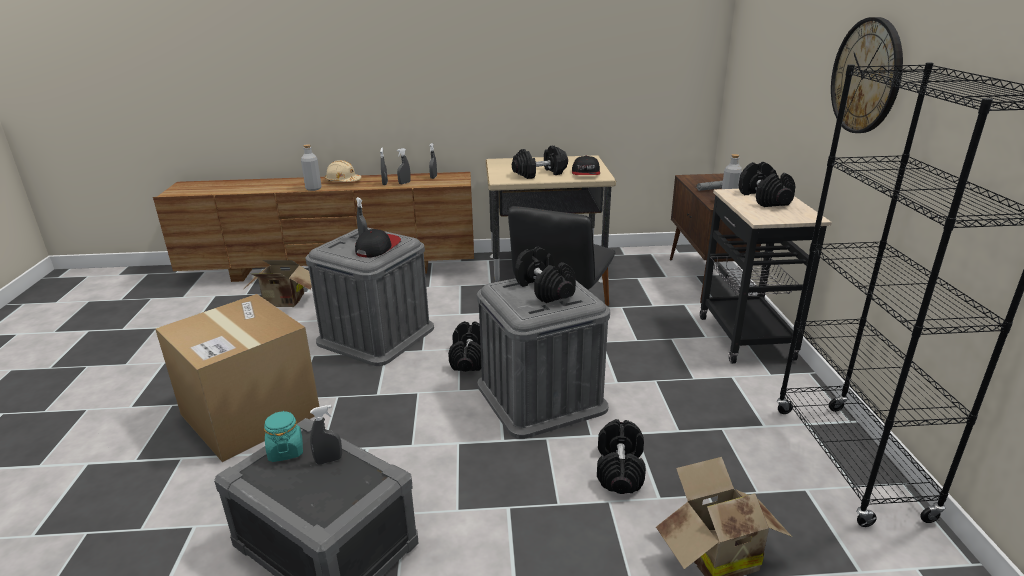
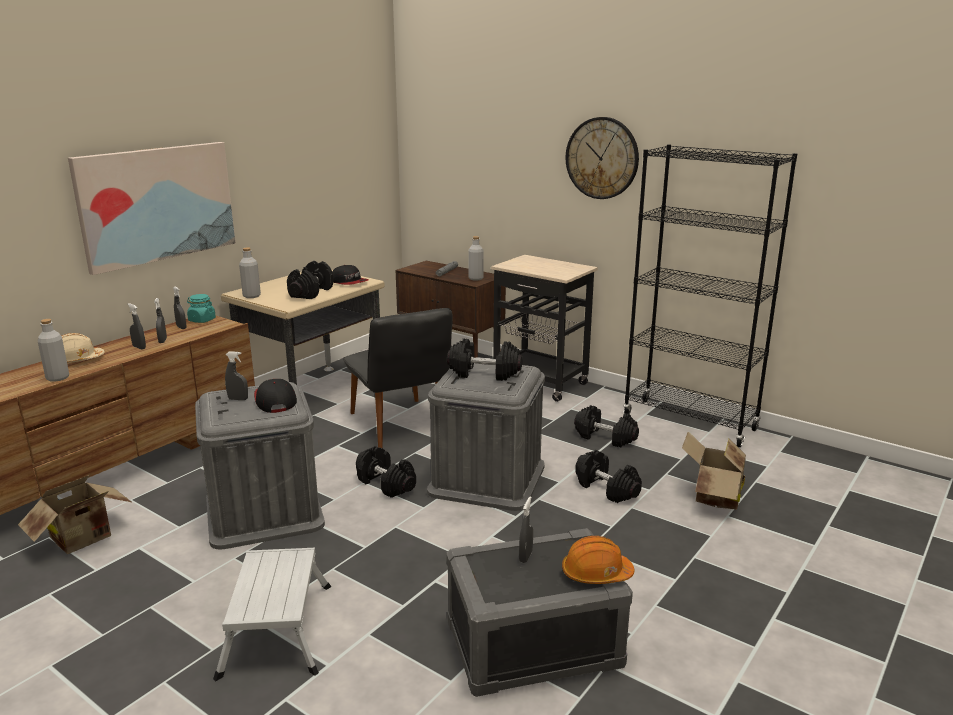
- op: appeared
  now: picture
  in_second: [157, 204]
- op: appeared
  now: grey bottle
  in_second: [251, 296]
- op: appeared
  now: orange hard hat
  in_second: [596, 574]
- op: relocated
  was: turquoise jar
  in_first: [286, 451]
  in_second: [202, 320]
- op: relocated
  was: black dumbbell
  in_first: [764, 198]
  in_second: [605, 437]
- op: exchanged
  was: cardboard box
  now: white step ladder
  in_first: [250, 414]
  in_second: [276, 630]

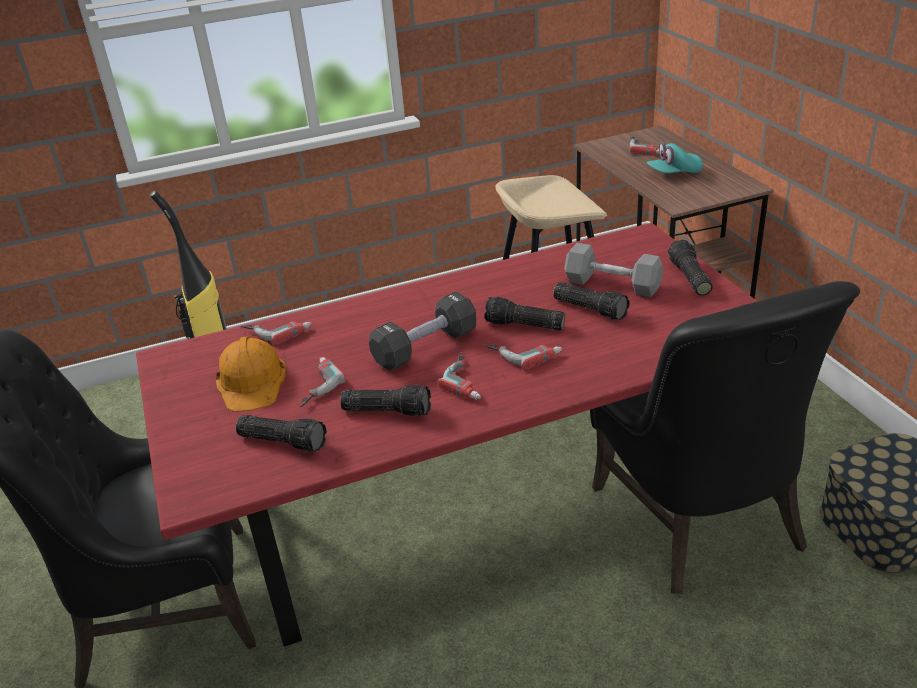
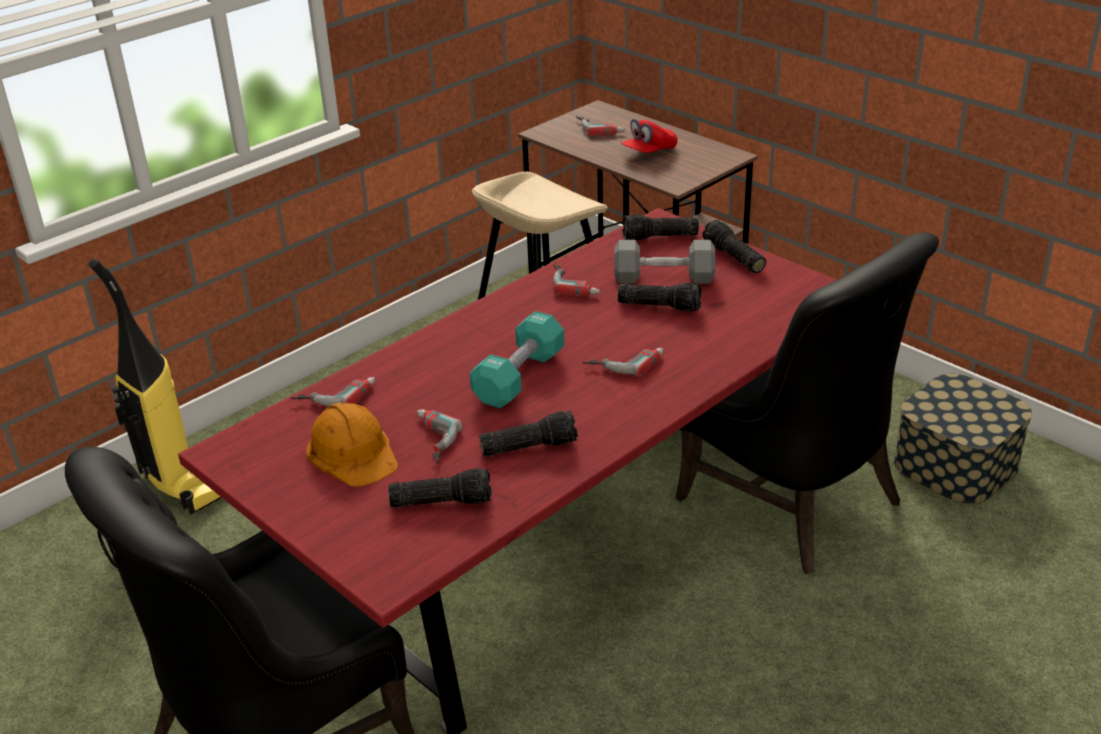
- op: relocated
  was: power drill
  in_first: [469, 380]
  in_second: [576, 283]
- op: relocated
  was: flashlight
  in_first: [524, 326]
  in_second: [659, 237]
- op: colour
  was: black dumbbell
  now: turquoise dumbbell
  in_first: [425, 347]
  in_second: [519, 377]
- op: colour
  was: turquoise cap
  now: red cap
  in_first: [674, 173]
  in_second: [649, 152]

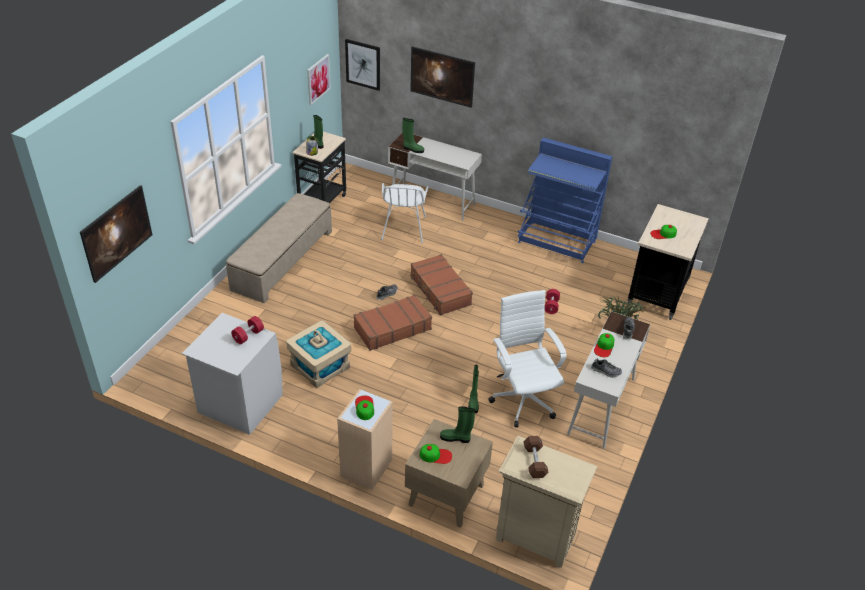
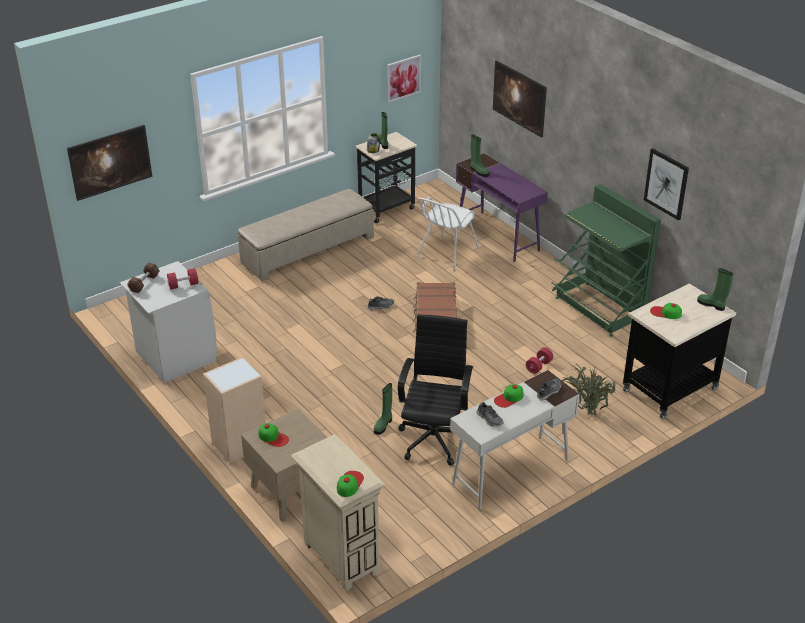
- op: missing
  was: beige storage box
  in_first: [319, 366]
- op: missing
  was: brown suitcase
  in_first: [392, 328]
- op: relocated
  was: picture
  in_first: [363, 64]
  in_second: [666, 183]
- op: relocated
  was: cap
  in_first: [364, 407]
  in_second: [349, 483]
- op: relocated
  was: green boot
  in_first: [456, 438]
  in_second: [712, 305]
- op: relocated
  was: brown dumbbell
  in_first: [534, 462]
  in_second: [144, 283]
- op: colour
  was: white desk
  now: purple desk
  in_first: [433, 201]
  in_second: [498, 236]
- op: colour
  was: white office chair
  now: black office chair
  in_first: [522, 399]
  in_second: [434, 438]
- op: colour
  was: blue shoe rack
  now: green shoe rack
  in_first: [555, 243]
  in_second: [596, 310]

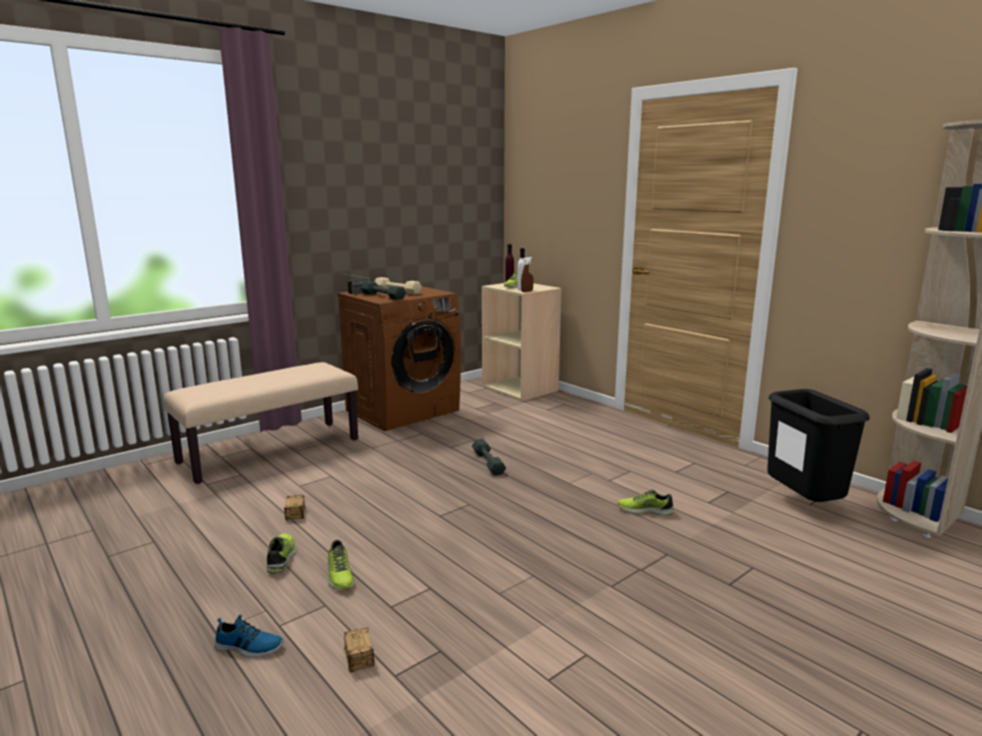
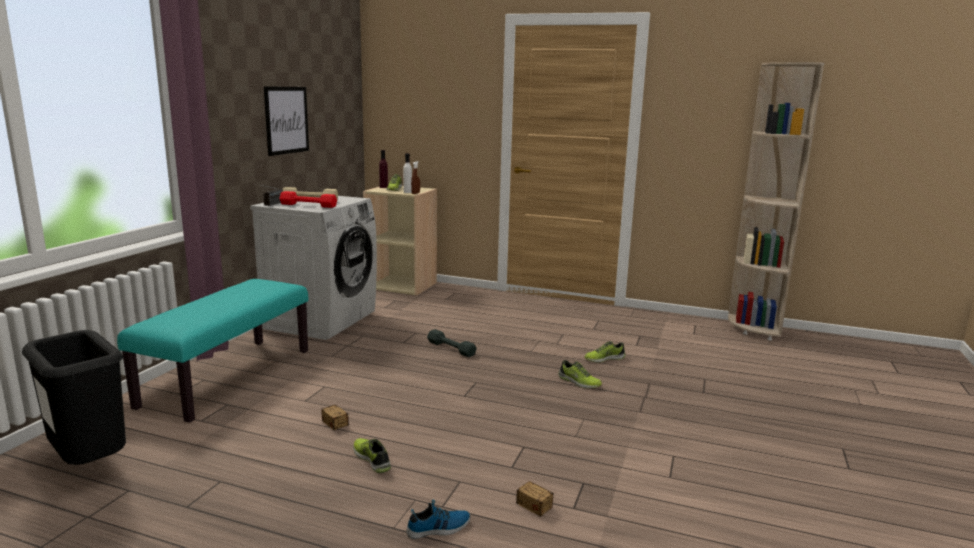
- op: appeared
  now: picture
  in_second: [286, 120]
- op: relocated
  was: shoe
  in_first: [339, 575]
  in_second: [578, 382]
- op: relocated
  was: black trash can
  in_first: [801, 505]
  in_second: [88, 466]
- op: colour
  was: beige bench
  now: turquoise bench
  in_first: [270, 450]
  in_second: [228, 377]
- op: colour
  was: brown washing machine
  now: white washing machine
  in_first: [403, 413]
  in_second: [321, 322]
- op: colour
  was: grey dumbbell
  now: red dumbbell
  in_first: [383, 296]
  in_second: [308, 205]

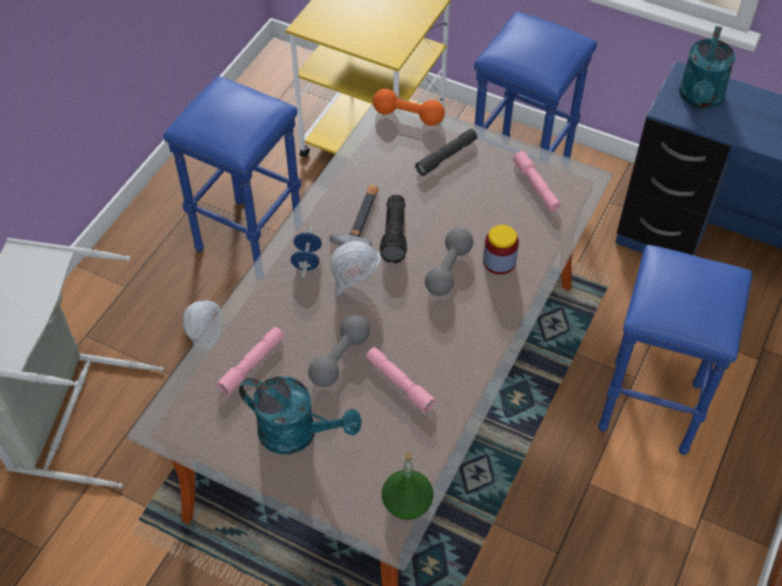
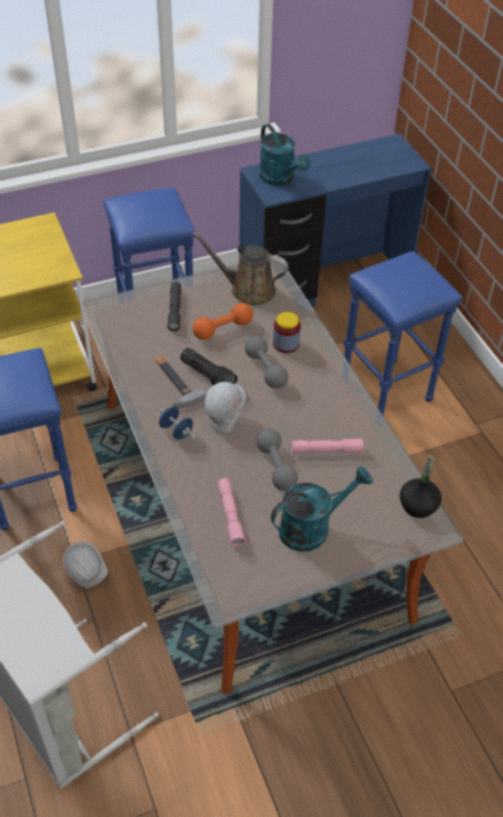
- op: relocated
  was: orange dumbbell
  in_first: [408, 116]
  in_second: [223, 329]
- op: exchanged
  was: pink flashlight
  now: brown watering can
  in_first: [536, 186]
  in_second: [248, 289]
- op: colour
  was: green bottle
  now: black bottle
  in_first: [407, 502]
  in_second: [418, 505]

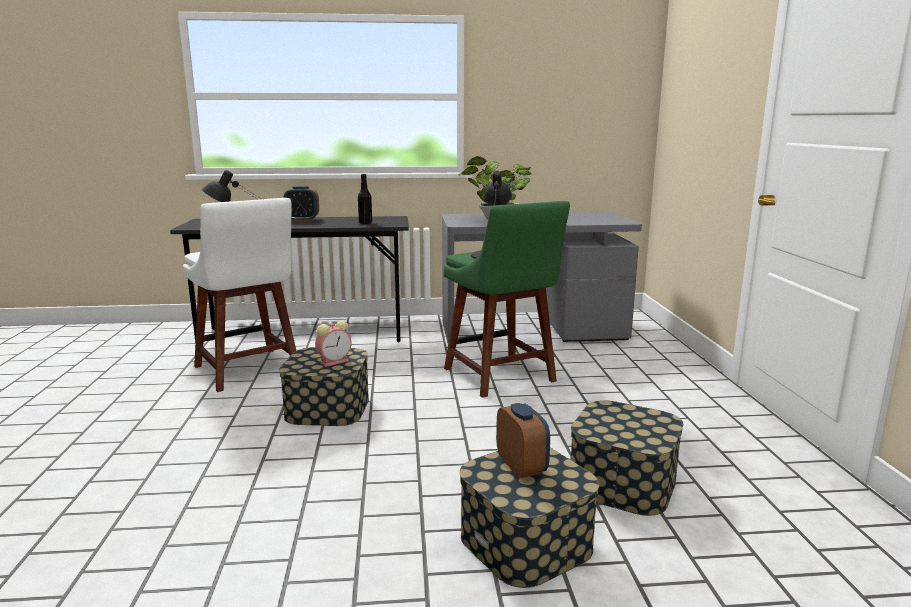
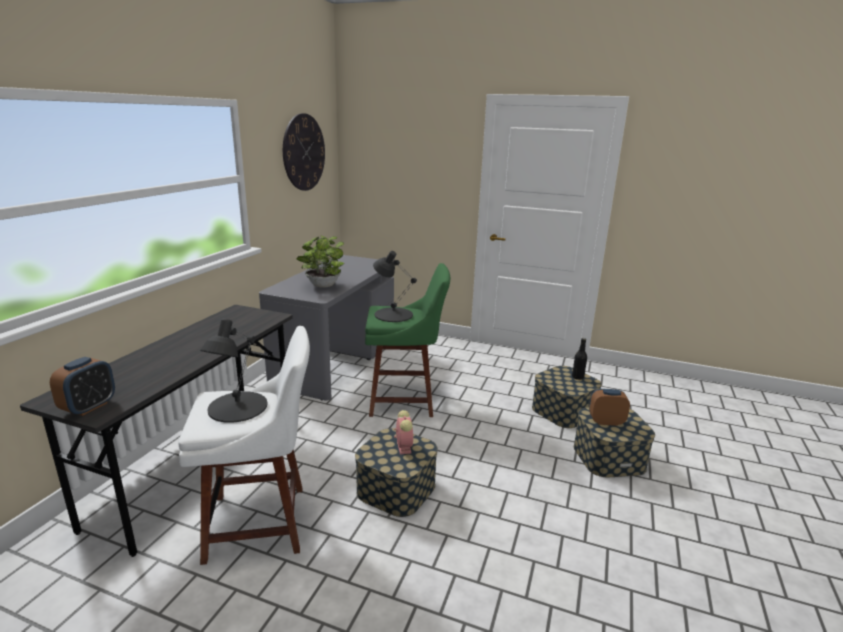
- op: appeared
  now: wall clock
  in_second: [304, 152]
- op: relocated
  was: alarm clock
  in_first: [302, 220]
  in_second: [89, 407]
- op: relocated
  was: black bottle
  in_first: [365, 223]
  in_second: [577, 377]

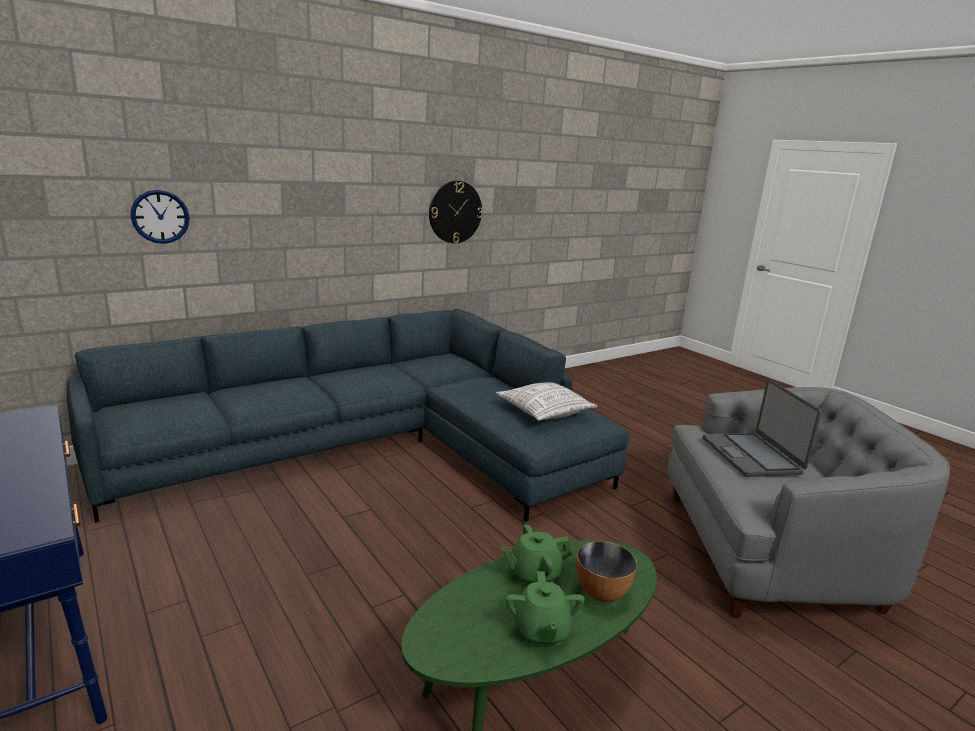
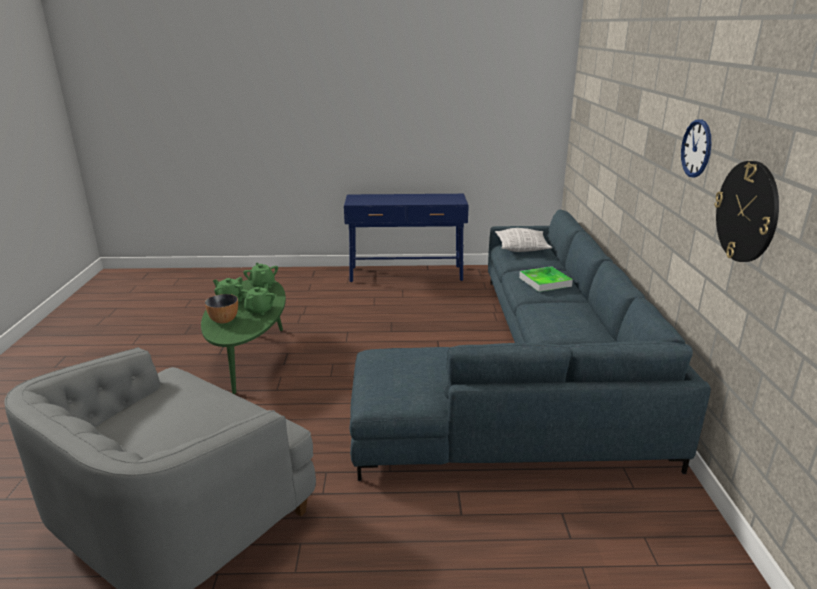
- op: missing
  was: laptop
  in_first: [752, 456]
- op: appeared
  now: green teapot
  in_second: [262, 285]
- op: appeared
  now: tray
  in_second: [545, 282]
- op: relocated
  was: wall clock
  in_first: [160, 216]
  in_second: [696, 148]
- op: relocated
  was: pillow
  in_first: [544, 412]
  in_second: [522, 248]

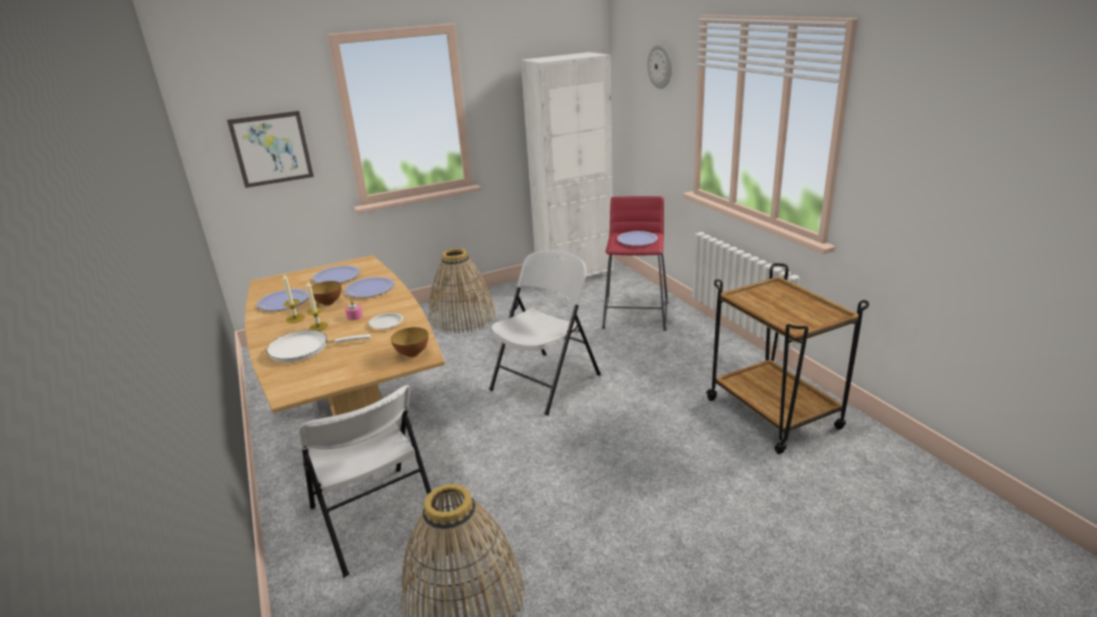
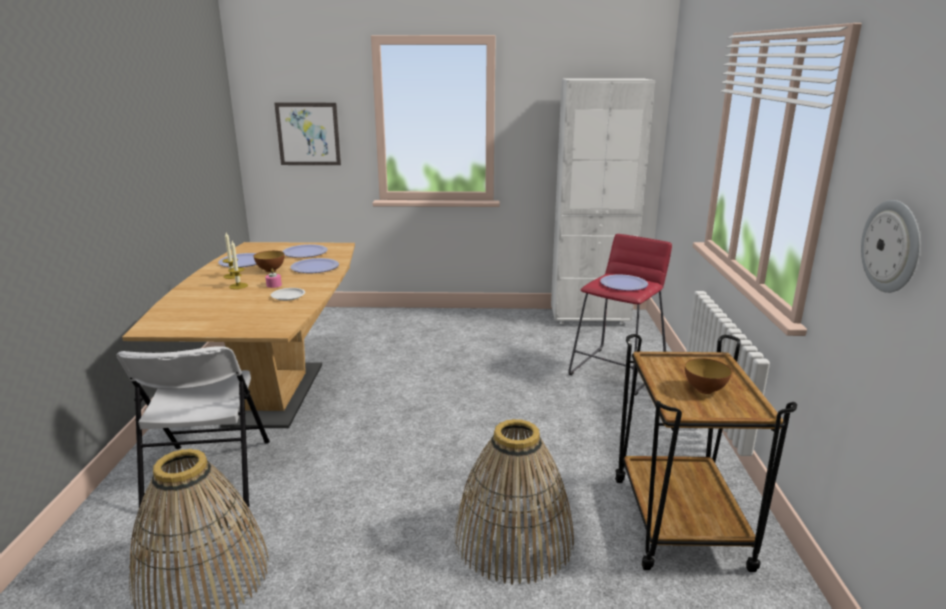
- op: missing
  was: white frying pan
  in_first: [304, 349]
- op: missing
  was: white chair
  in_first: [546, 382]
- op: relocated
  was: bowl
  in_first: [412, 354]
  in_second: [704, 390]
- op: relocated
  was: basket
  in_first: [462, 318]
  in_second: [513, 539]
- op: relocated
  was: wall clock
  in_first: [660, 66]
  in_second: [892, 246]

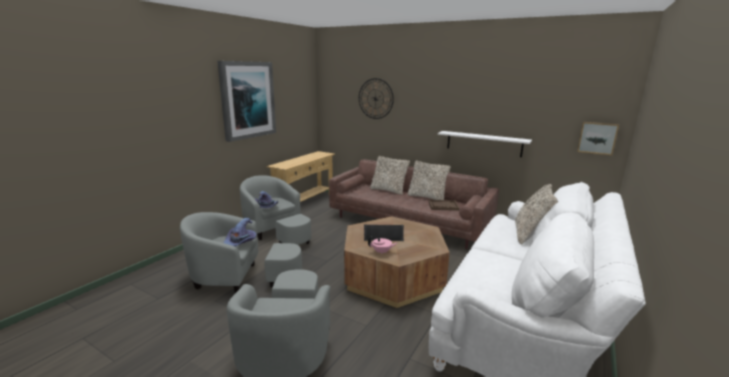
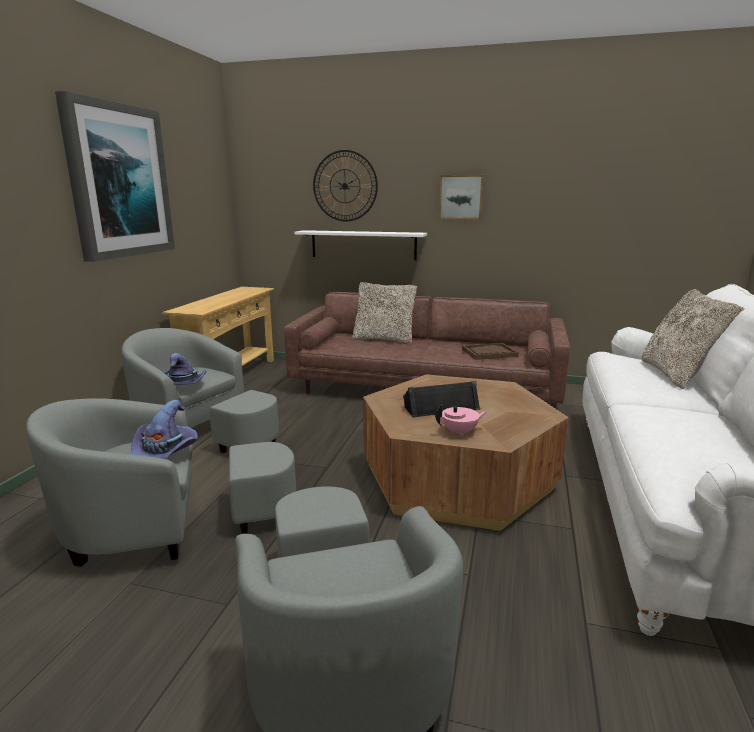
- op: missing
  was: beige pillow
  in_first: [427, 196]
- op: relocated
  was: white shelf
  in_first: [483, 143]
  in_second: [363, 245]
- op: relocated
  was: picture
  in_first: [597, 138]
  in_second: [461, 197]

